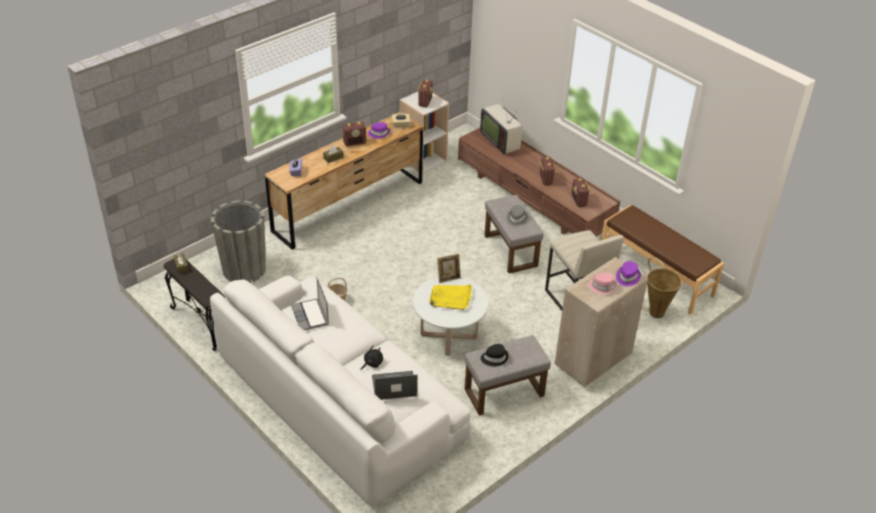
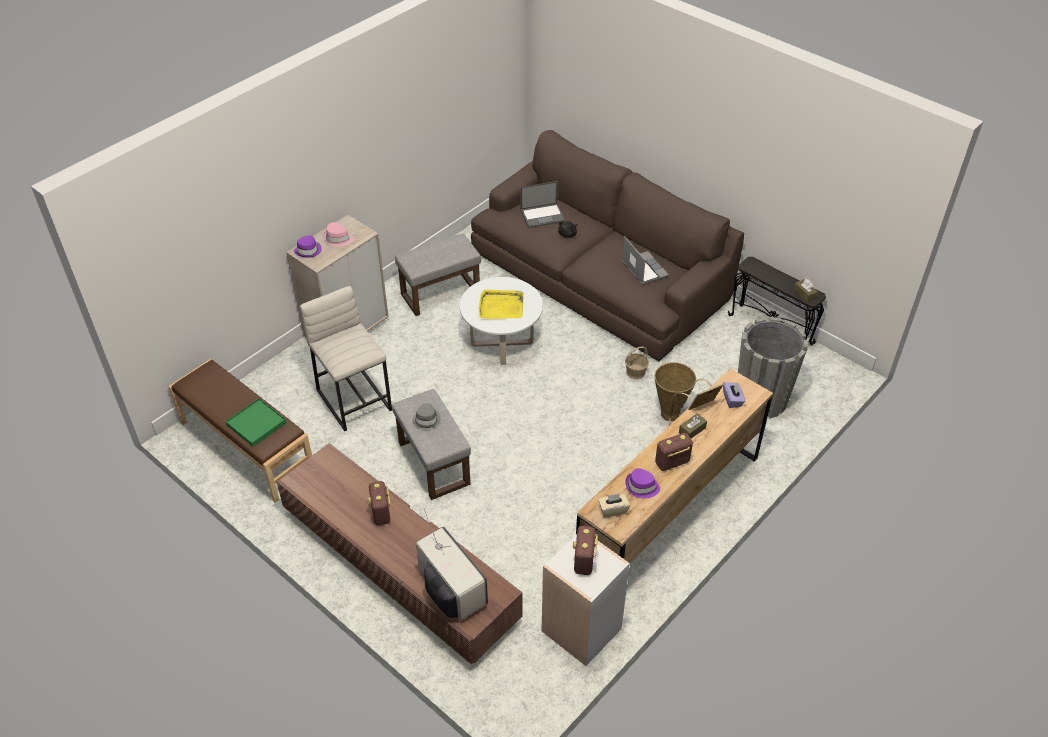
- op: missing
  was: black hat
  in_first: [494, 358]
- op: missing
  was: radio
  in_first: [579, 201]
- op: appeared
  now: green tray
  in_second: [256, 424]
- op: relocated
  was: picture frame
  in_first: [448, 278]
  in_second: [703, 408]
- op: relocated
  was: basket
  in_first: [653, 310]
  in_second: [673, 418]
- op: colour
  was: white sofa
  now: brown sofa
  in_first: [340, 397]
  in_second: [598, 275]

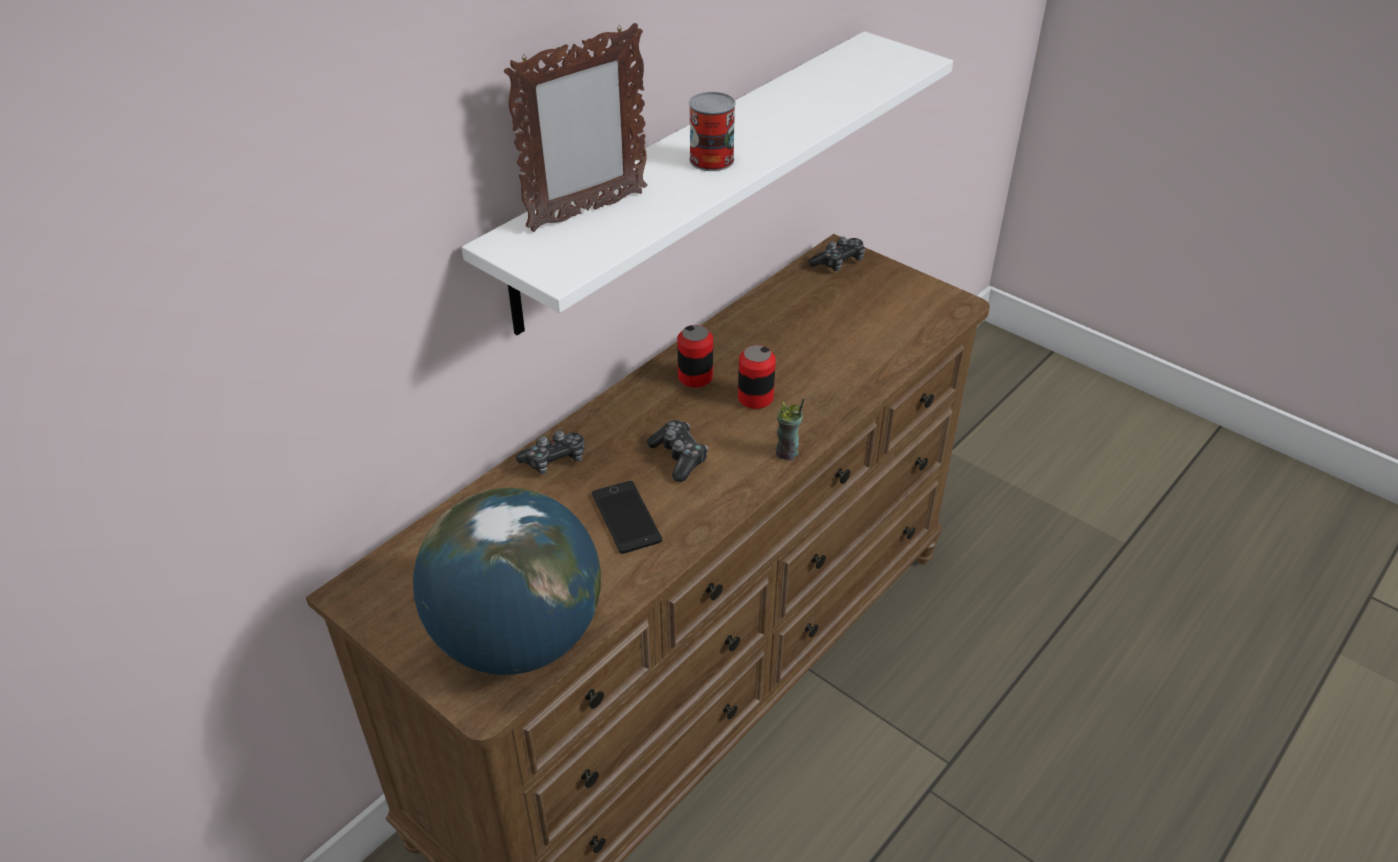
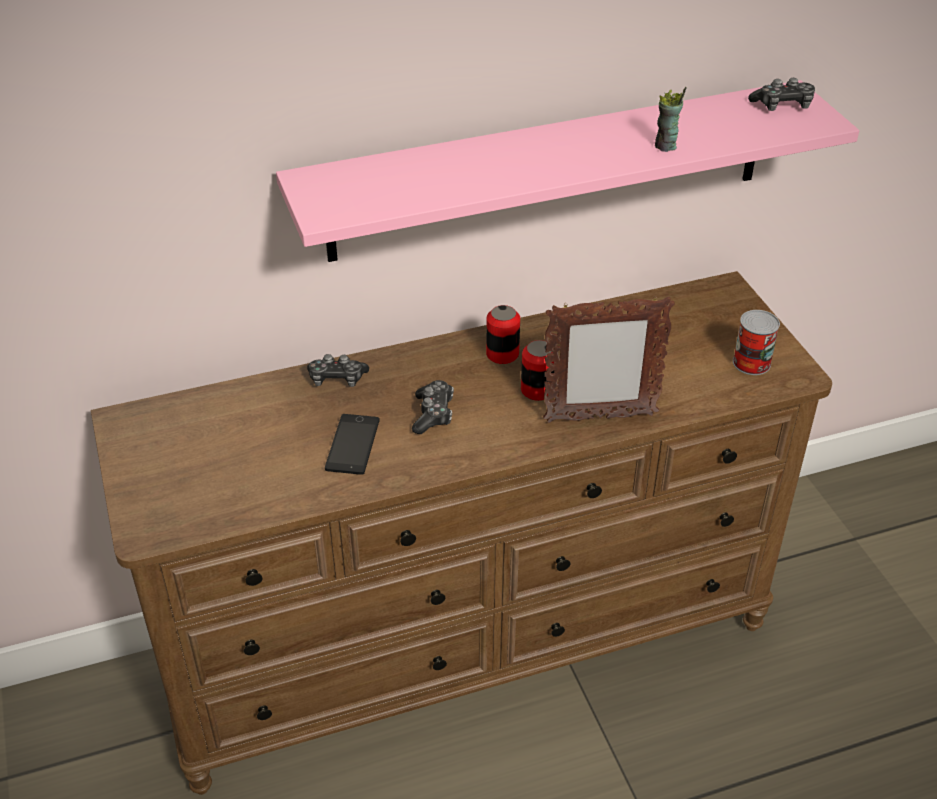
- op: missing
  was: globe
  in_first: [519, 639]
- op: relocated
  was: picture frame
  in_first: [586, 212]
  in_second: [599, 418]
- op: relocated
  was: can
  in_first: [711, 160]
  in_second: [751, 363]
- op: relocated
  was: cup
  in_first: [787, 453]
  in_second: [665, 146]
- op: relocated
  was: game controller
  in_first: [838, 262]
  in_second: [782, 106]
- op: colour
  was: white shelf
  now: pink shelf
  in_first: [692, 175]
  in_second: [550, 171]

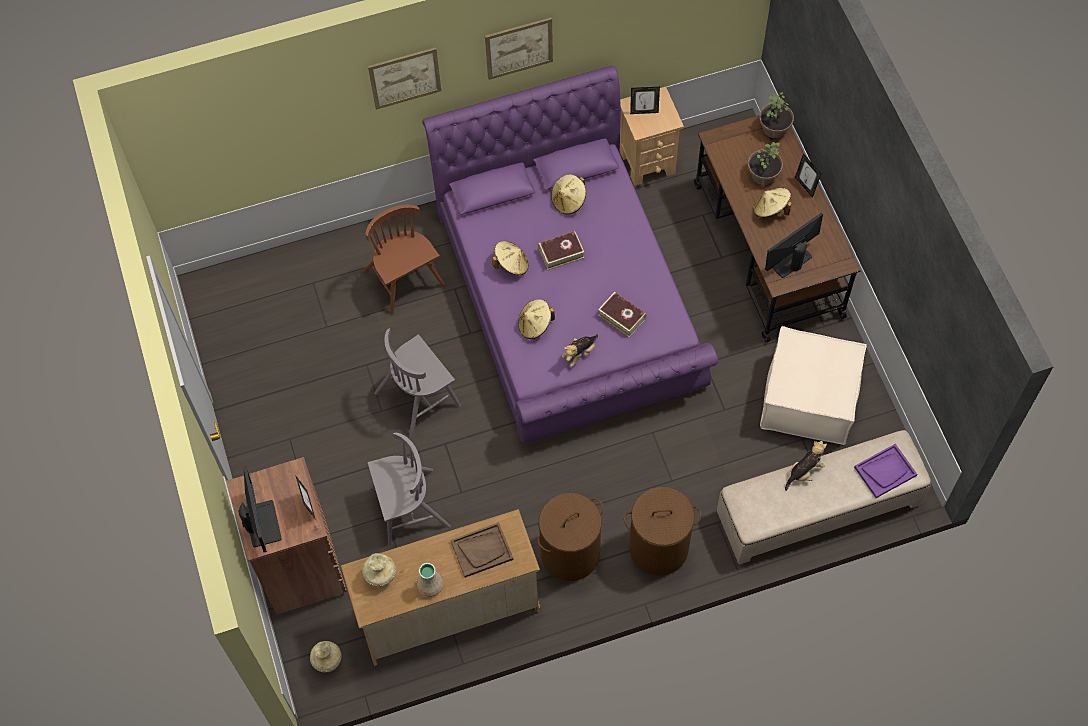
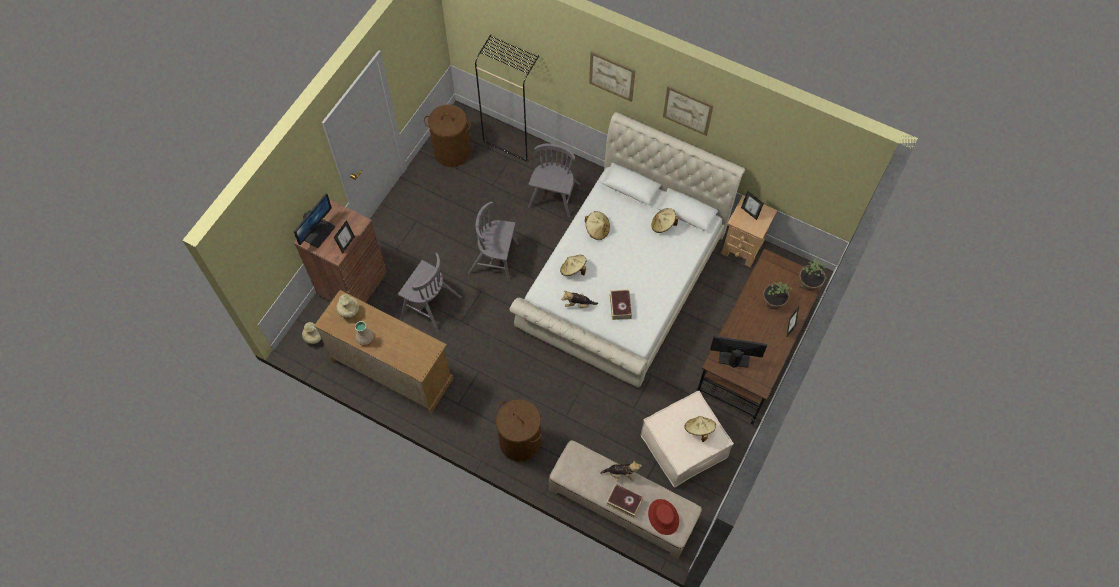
- op: missing
  was: brown tray
  in_first: [482, 550]
- op: appeared
  now: black clothes rack
  in_second: [512, 141]
- op: relocated
  was: brown laundry basket
  in_first: [570, 553]
  in_second: [452, 152]
- op: relocated
  was: book
  in_first: [561, 253]
  in_second: [624, 502]
- op: relocated
  was: beige hat
  in_first: [770, 210]
  in_second: [699, 430]
- op: exchanged
  was: purple tray
  now: red hat
  in_first: [885, 471]
  in_second: [663, 517]
- op: colour
  was: brown chair
  now: grey chair
  in_first: [406, 282]
  in_second: [553, 198]
- op: colour
  was: purple bed
  now: beige bed
  in_first: [569, 296]
  in_second: [622, 278]

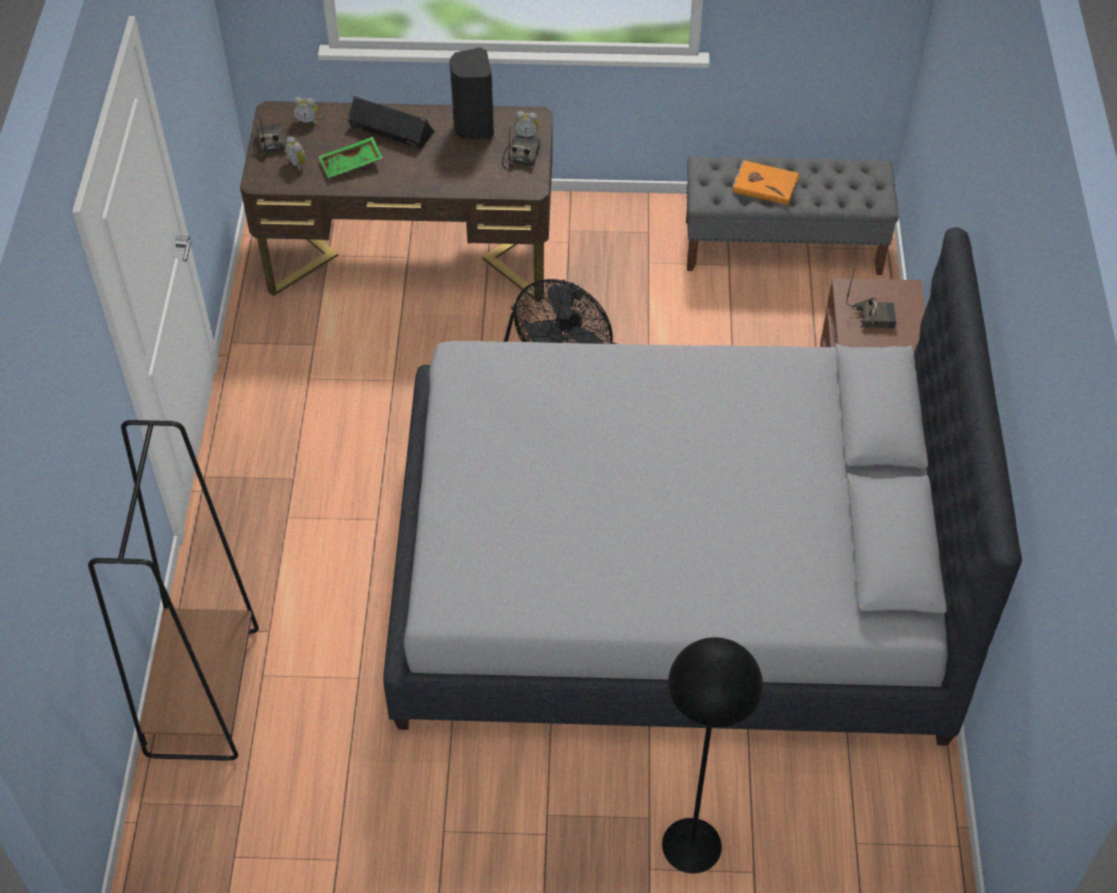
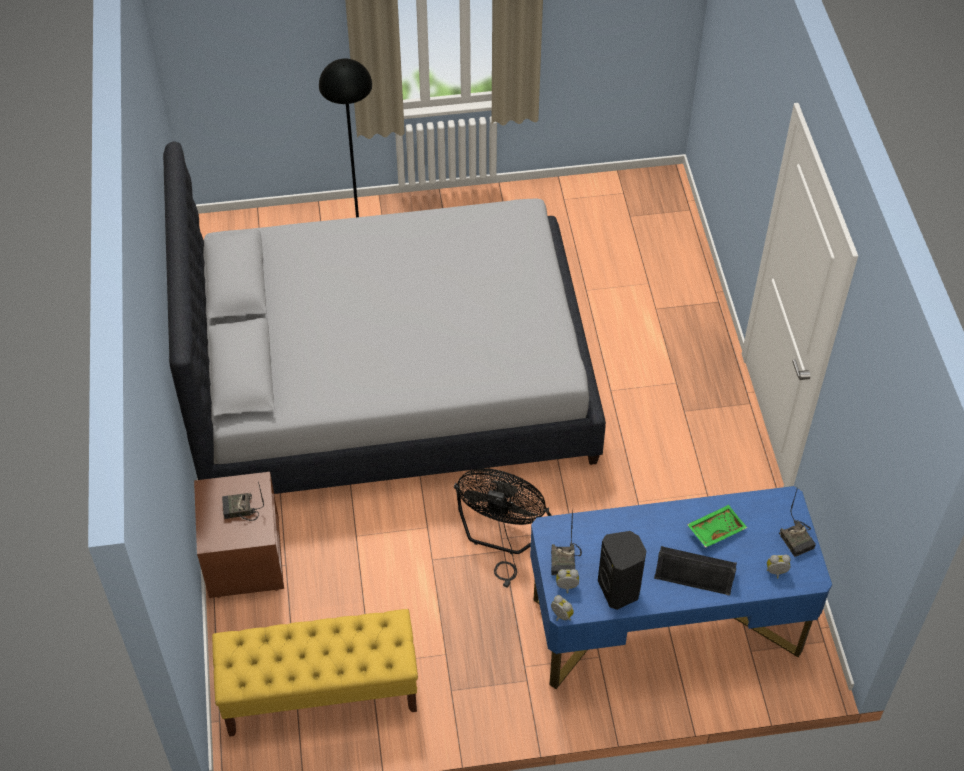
- op: missing
  was: clothes rack
  in_first: [204, 693]
- op: missing
  was: orange book
  in_first: [765, 184]
- op: relocated
  was: alarm clock
  in_first: [298, 163]
  in_second: [560, 616]
- op: colour
  was: brown desk
  now: blue desk
  in_first: [410, 257]
  in_second: [666, 625]
- op: colour
  was: grey bench
  now: yellow bench
  in_first: [783, 247]
  in_second: [320, 693]

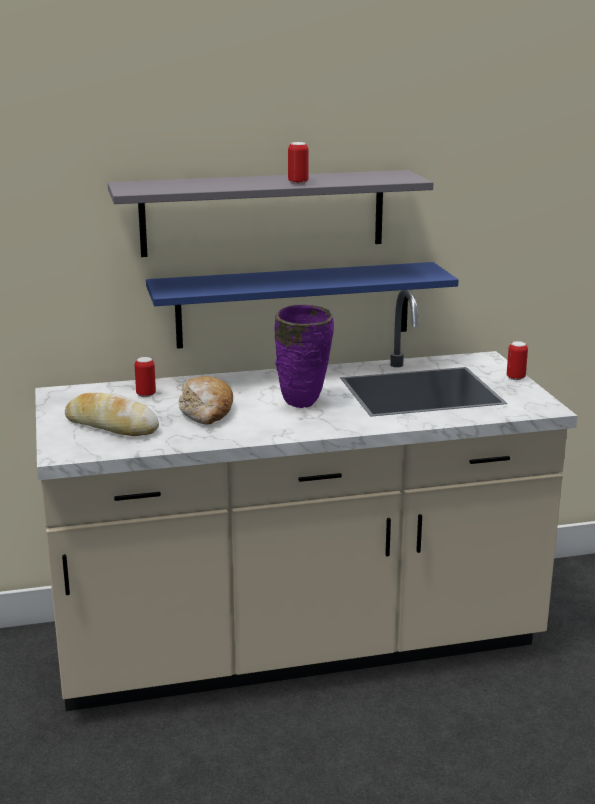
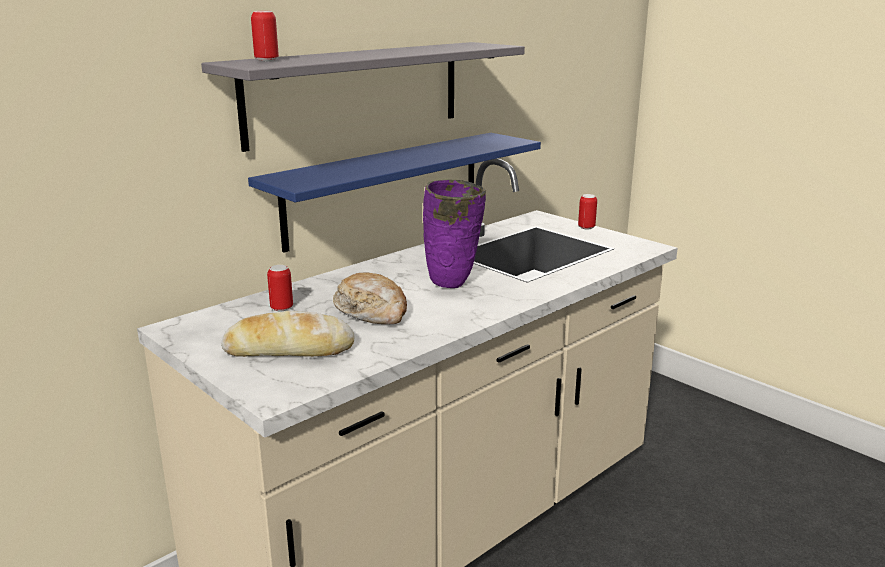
- op: relocated
  was: can
  in_first: [298, 183]
  in_second: [266, 60]

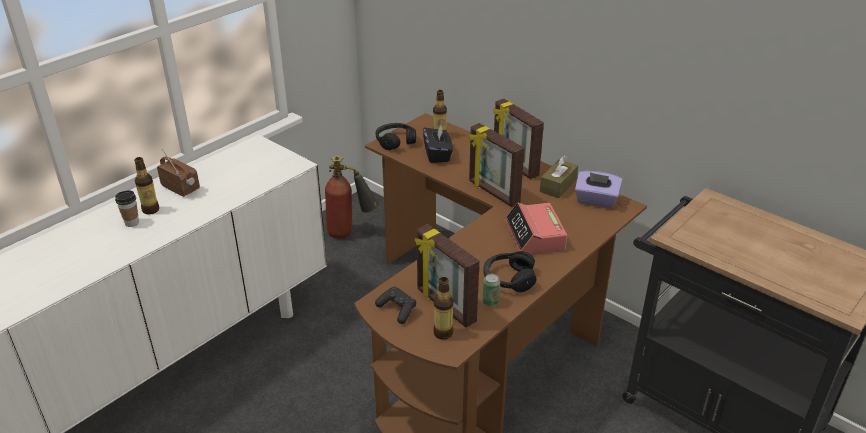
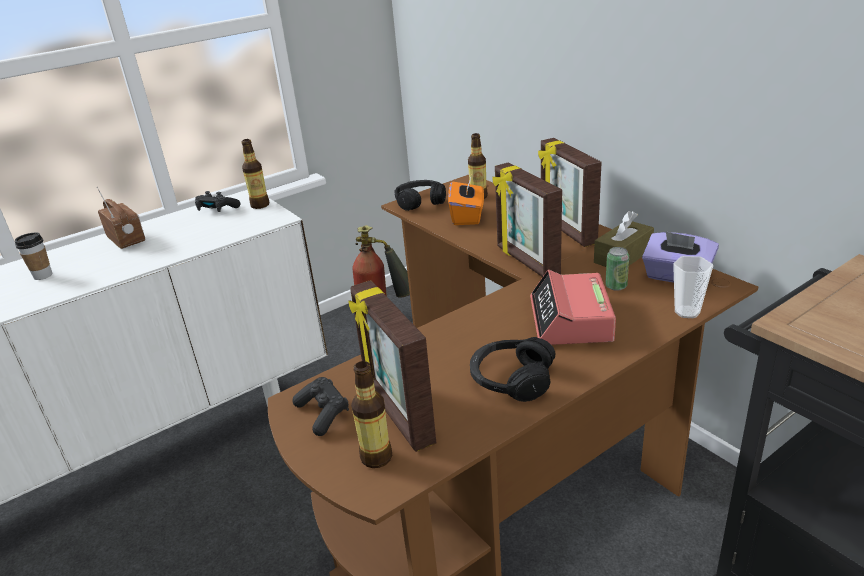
- op: appeared
  now: black game controller
  in_second: [217, 210]
- op: appeared
  now: cup
  in_second: [687, 312]
- op: relocated
  was: bottle
  in_first: [151, 210]
  in_second: [260, 205]
- op: relocated
  was: can
  in_first: [490, 302]
  in_second: [616, 286]
- op: colour
  was: black tissue box
  now: orange tissue box
  in_first: [437, 154]
  in_second: [467, 216]

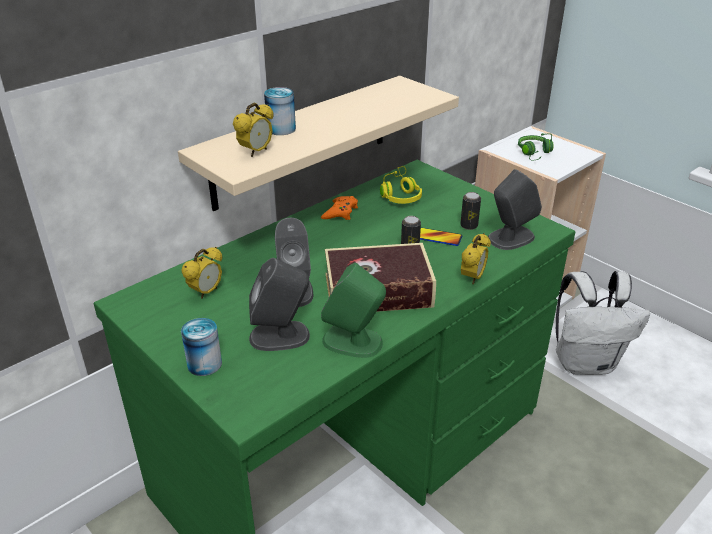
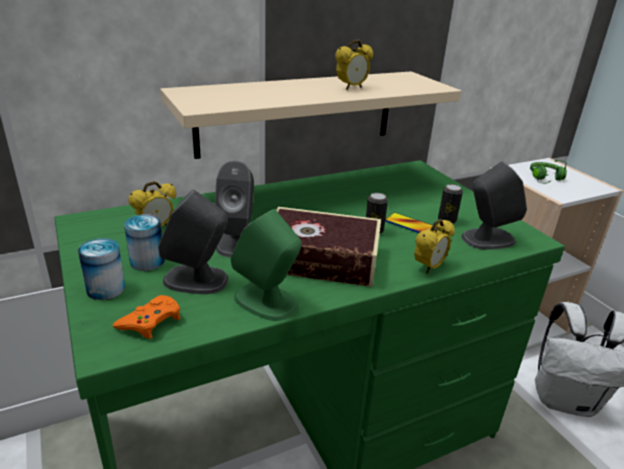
- op: missing
  was: yellow headphones
  in_first: [400, 194]
- op: relocated
  was: alarm clock
  in_first: [256, 152]
  in_second: [351, 88]
- op: relocated
  was: can
  in_first: [281, 129]
  in_second: [147, 261]
- op: relocated
  was: orange game controller
  in_first: [340, 212]
  in_second: [151, 321]

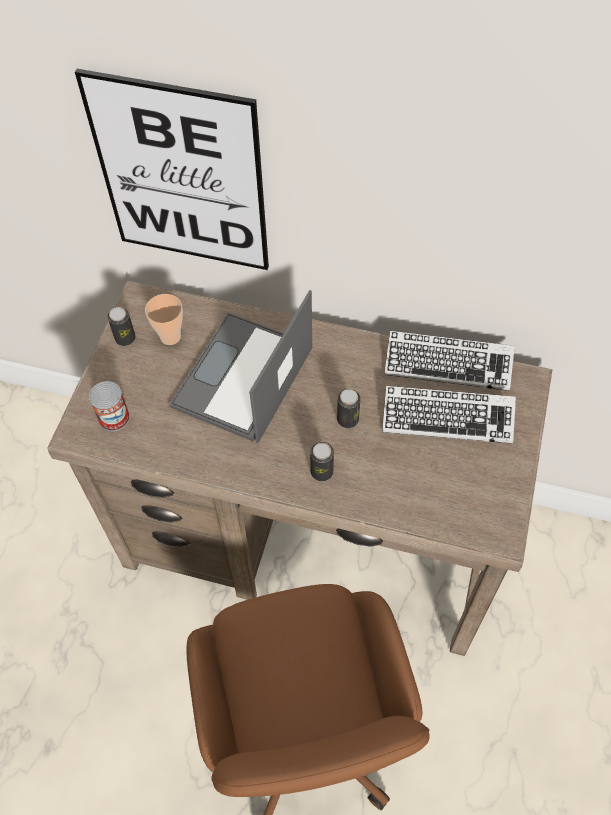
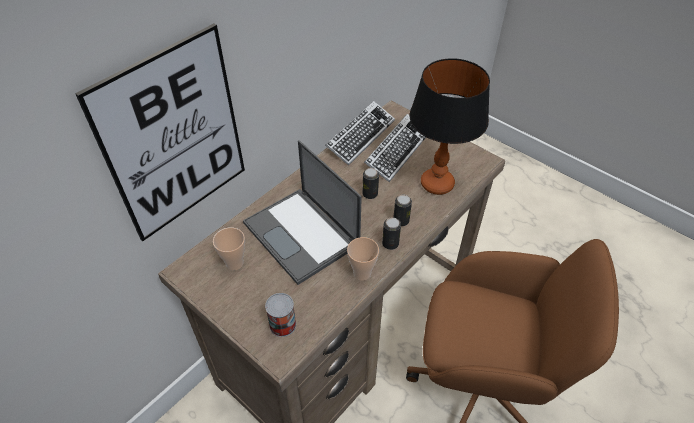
- op: appeared
  now: cup
  in_second: [362, 273]
- op: appeared
  now: table lamp
  in_second: [436, 184]
- op: relocated
  was: can
  in_first: [125, 338]
  in_second: [390, 244]

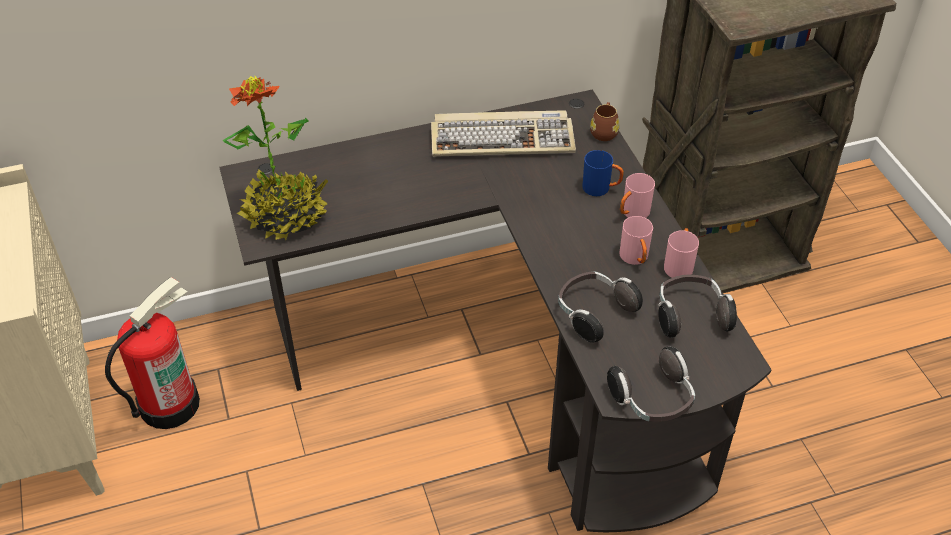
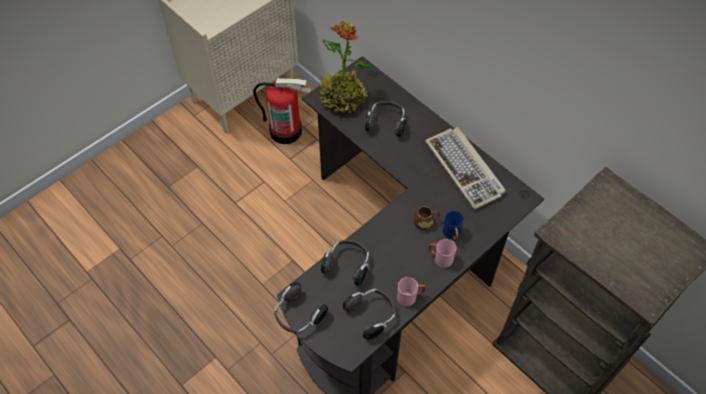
- op: missing
  was: pink mug
  in_first: [635, 259]
- op: appeared
  now: headphones
  in_second: [386, 123]
- op: relocated
  was: brown mug
  in_first: [604, 131]
  in_second: [425, 222]

